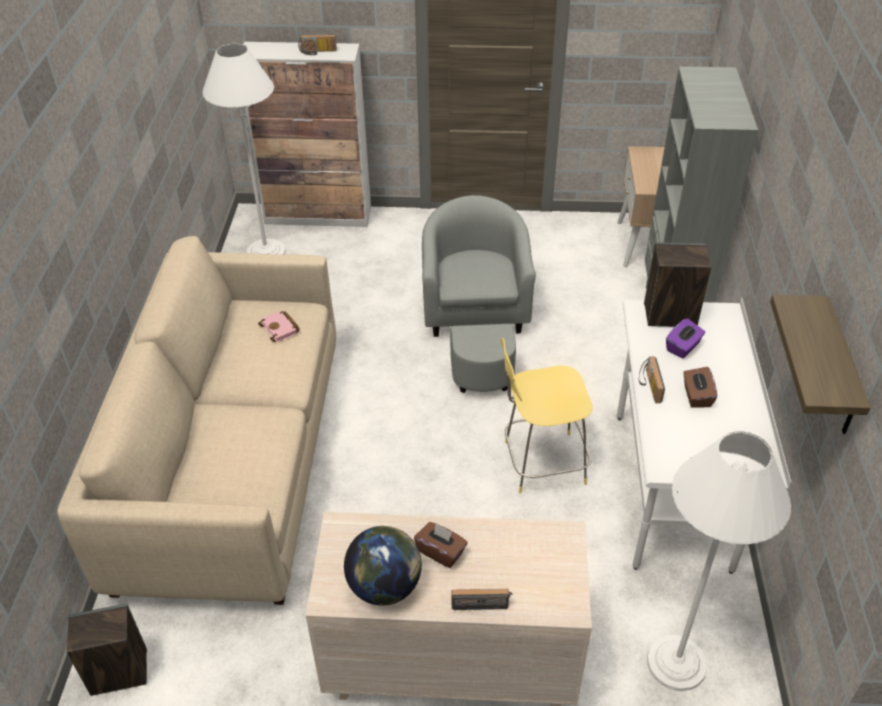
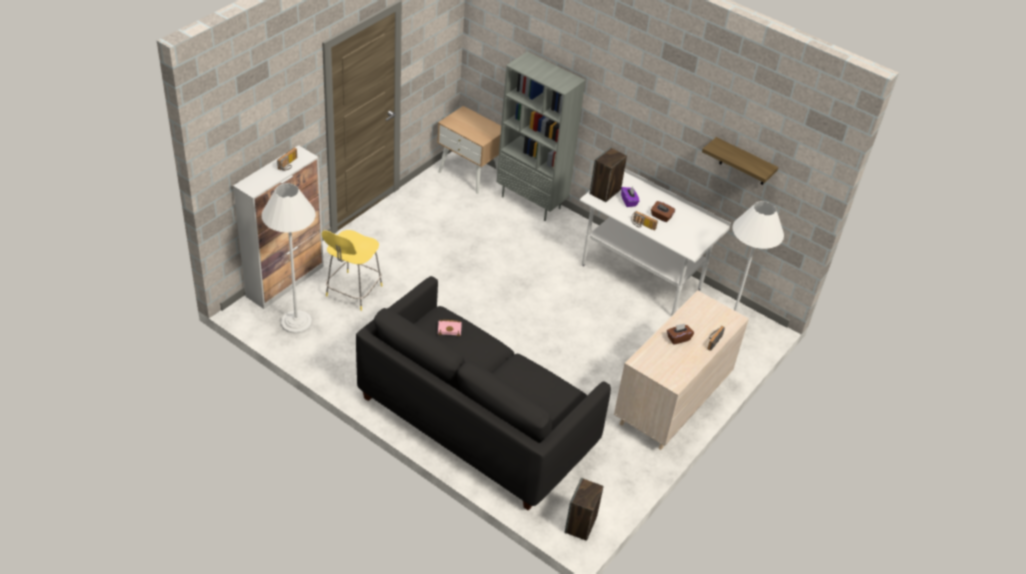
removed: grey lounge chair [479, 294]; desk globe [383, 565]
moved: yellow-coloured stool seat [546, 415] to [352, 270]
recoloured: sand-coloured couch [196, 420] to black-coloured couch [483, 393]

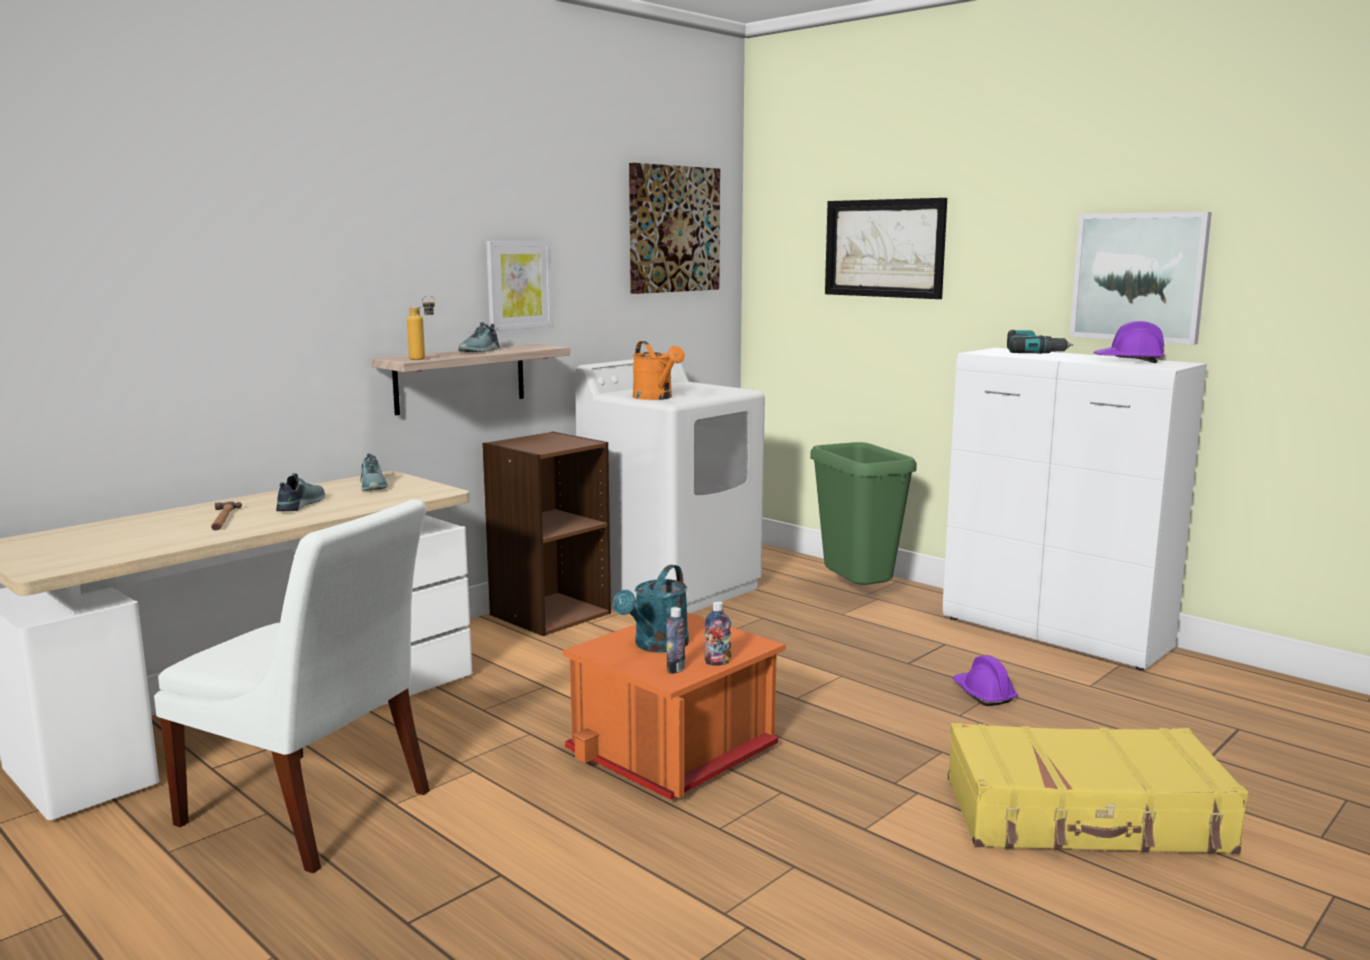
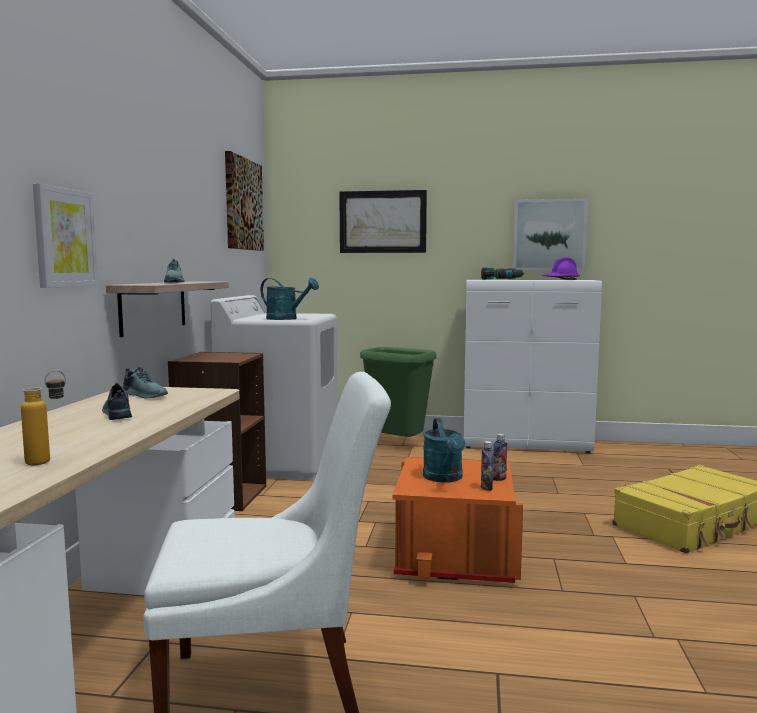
removed: hammer [226, 516]; purple-coloured work helmet [985, 680]
moved: wall art [519, 286] to [65, 235]; beverage bottle [421, 327] to [43, 418]
recoloured: orange watering can [659, 370] to turquoise-coloured watering can [289, 299]

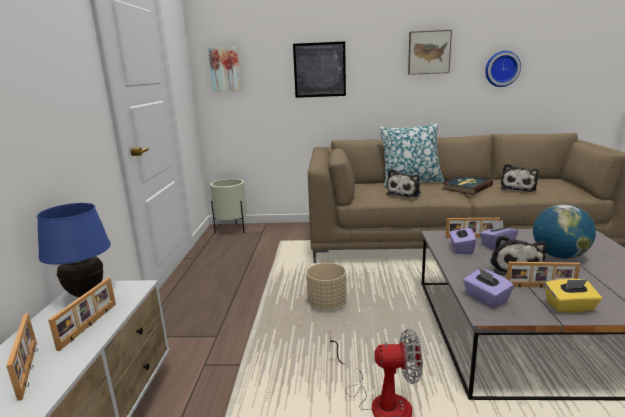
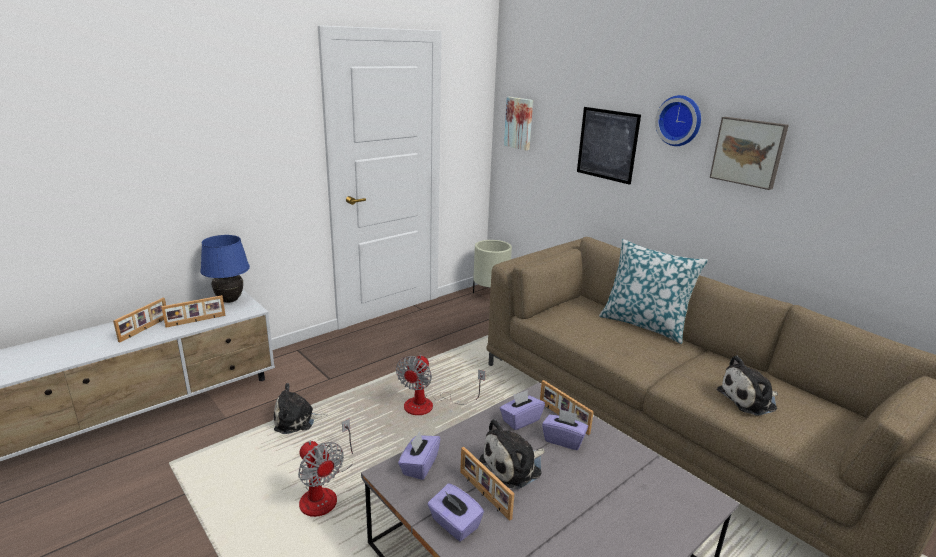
removed: book [467, 185]; desk globe [564, 231]
moved: clock on the wall [503, 69] to [678, 120]; plush toy [403, 183] to [301, 408]
replaced: sand-coloured plant pot [326, 286] to electric fan [441, 385]
recoloured: yellow-coloured tissue holder [573, 295] to purple-coloured tissue holder [456, 512]

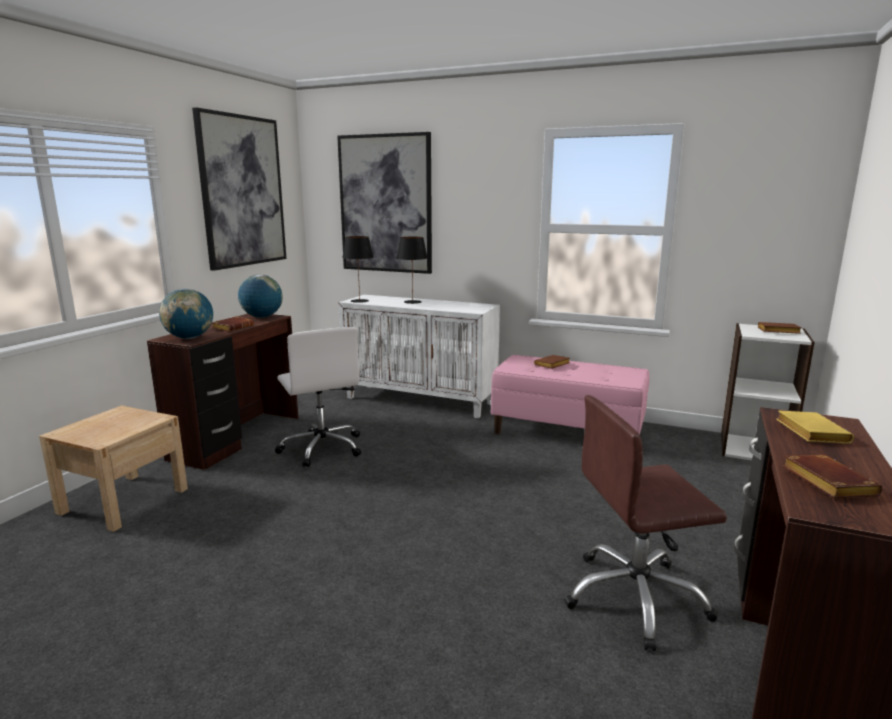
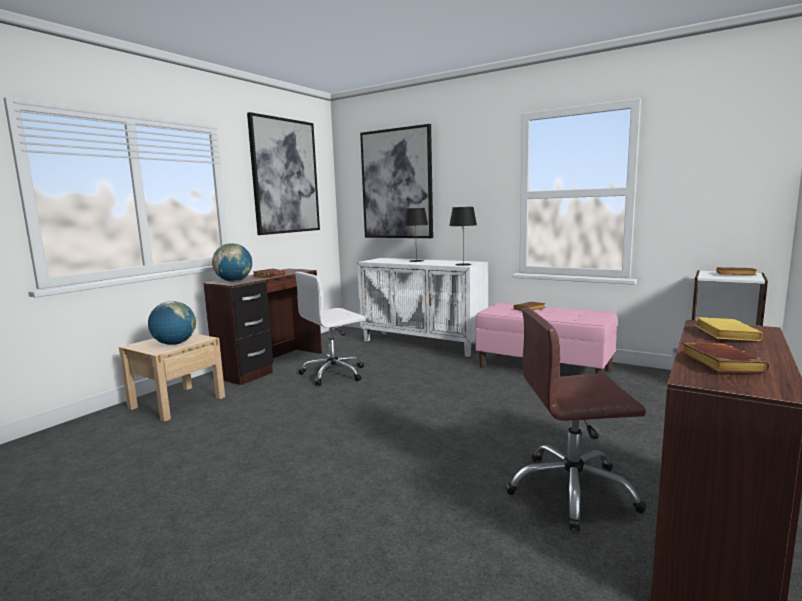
moved: black-coloured table lamp [357, 269] to [463, 236]; desk globe [260, 296] to [172, 323]
turned: white computer chair [318, 397] = [330, 329] 75 degrees clockwise

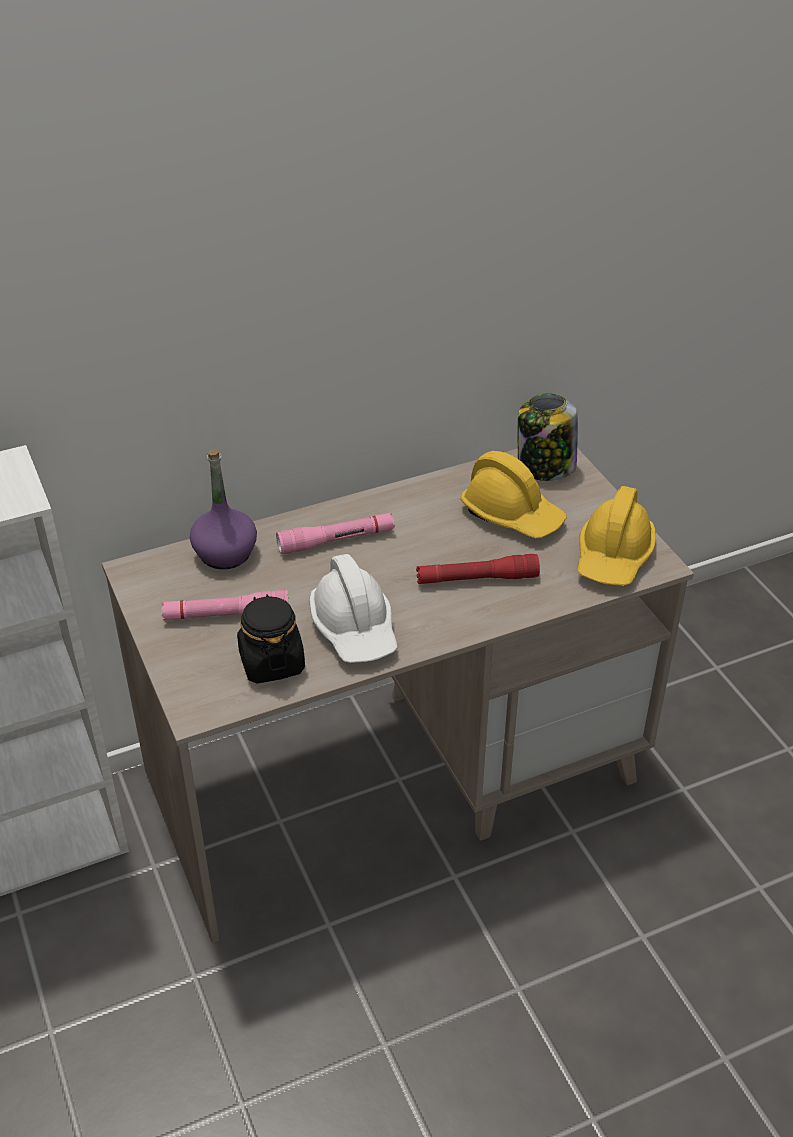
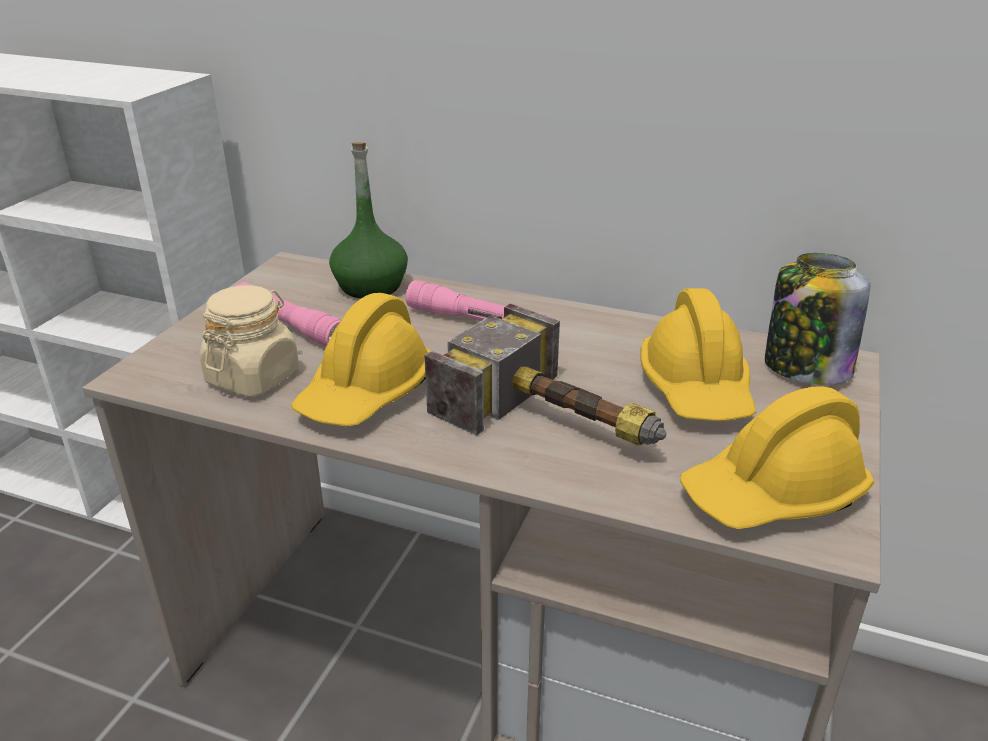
replaced: reddish flashlight [478, 569] to hammer [545, 375]
recoloured: purple-coloured beverage bottle [223, 509] to greenish beverage bottle [368, 220]; white work helmet [353, 608] to yellow-coloured work helmet [360, 359]; black-coloured preserve jar [271, 638] to sand-coloured preserve jar [249, 341]

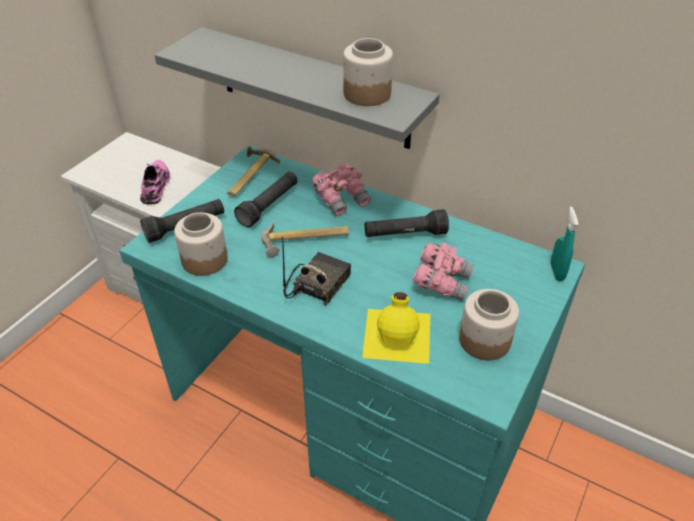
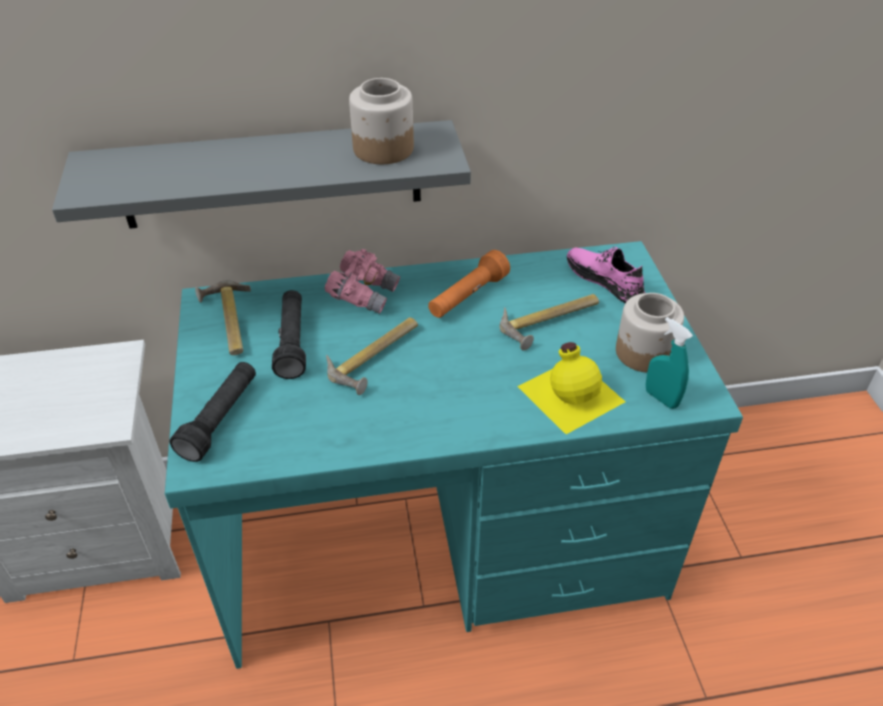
removed: preserve jar [201, 244]; radio [316, 270]
moved: pink-coloured shoe [155, 182] to [606, 274]; turquoise-coloured hand sprayer [564, 243] to [669, 363]
replaced: pink-coloured pair of binoculars [443, 272] to hammer [549, 322]
recoloured: black-coloured flashlight [407, 223] to orange flashlight [469, 284]

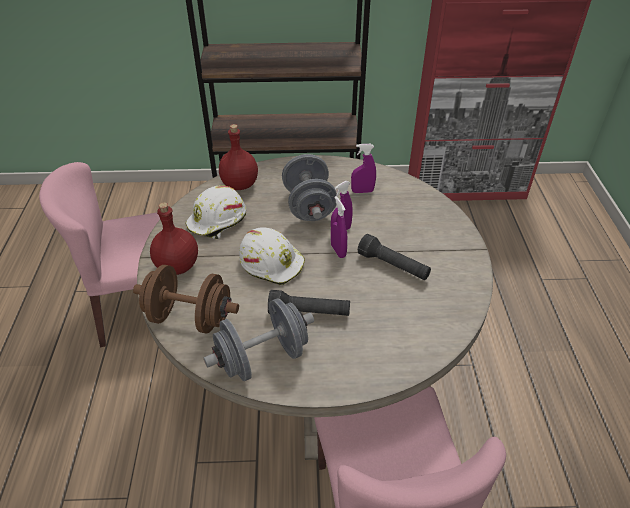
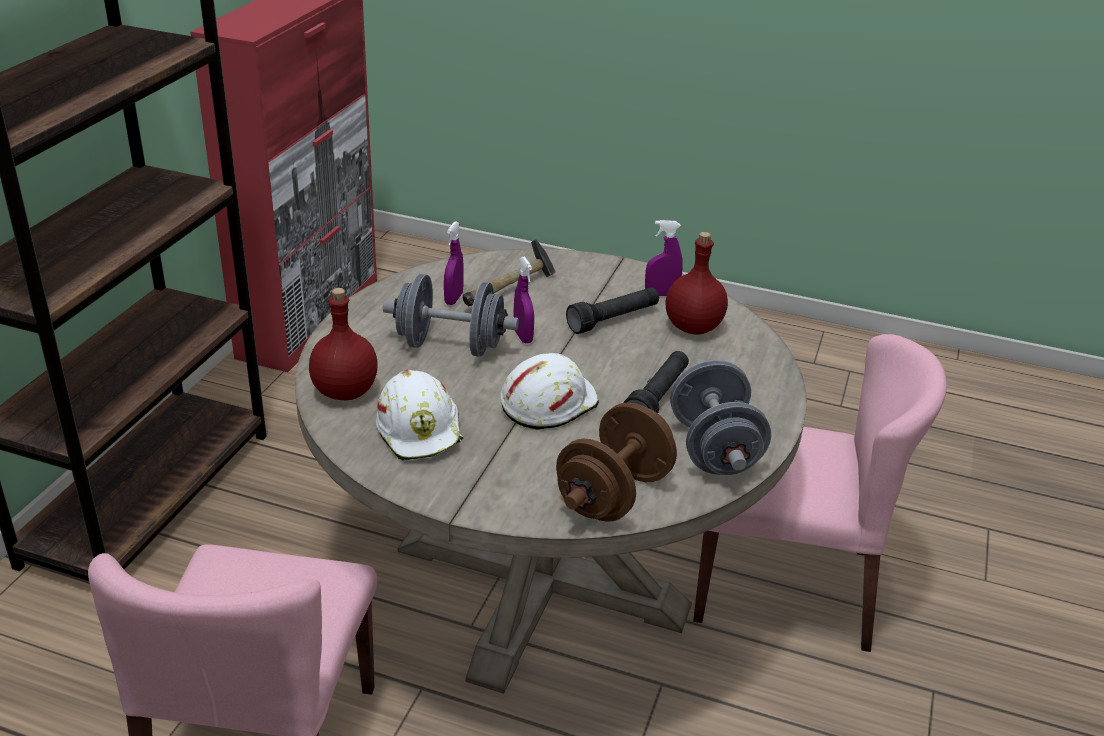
added: hammer [509, 272]
moved: purple-coloured hand sprayer [339, 227] to [664, 258]; reddish beverage bottle [174, 238] to [697, 283]

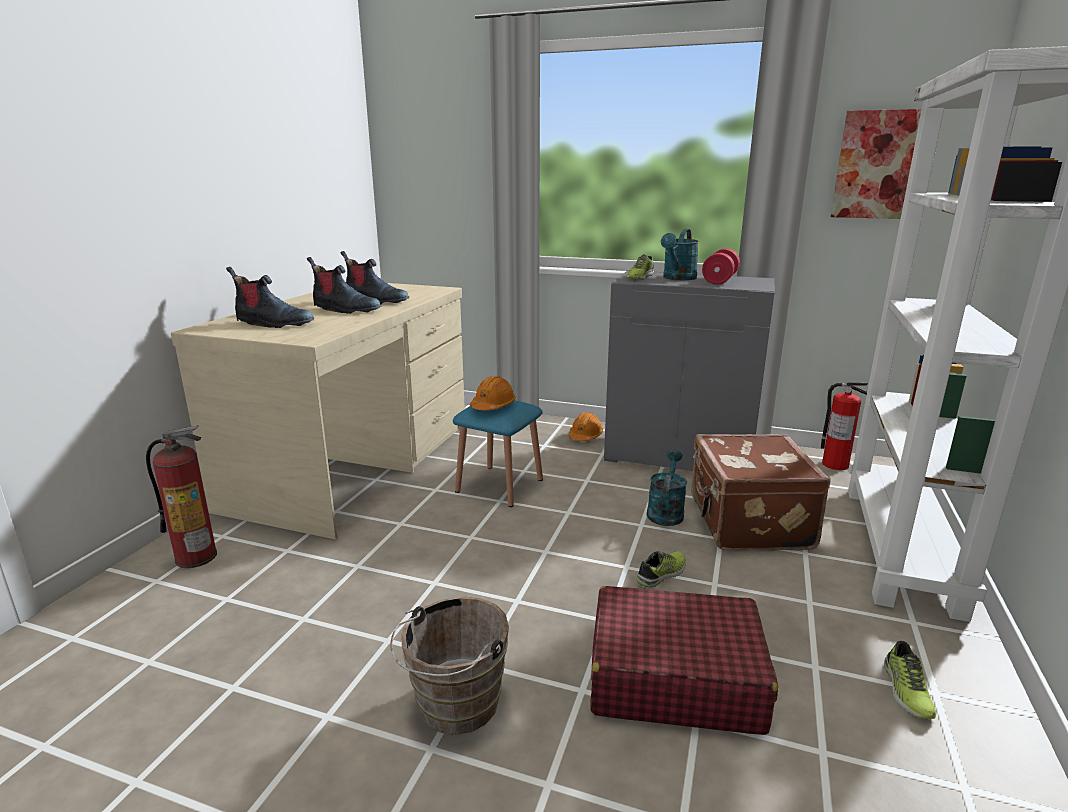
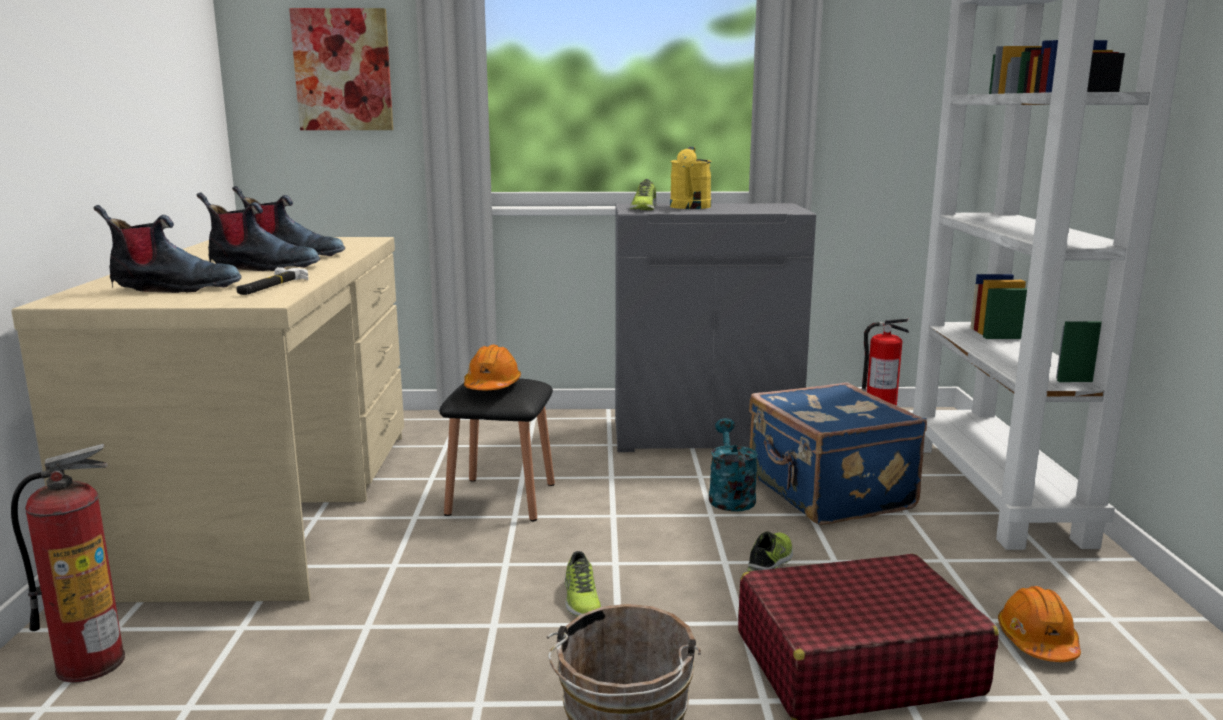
removed: reddish hand weight [721, 266]
added: hammer [272, 281]
moved: wall art [875, 164] to [341, 69]; orange work helmet [585, 427] to [1039, 624]; shoe [910, 680] to [583, 583]
recoloured: turquoise-coloured watering can [680, 254] to yellow-coloured watering can [690, 178]; blue stool seat [498, 453] to black-coloured stool seat [497, 449]; brown suitcase [760, 492] to blue suitcase [838, 453]

